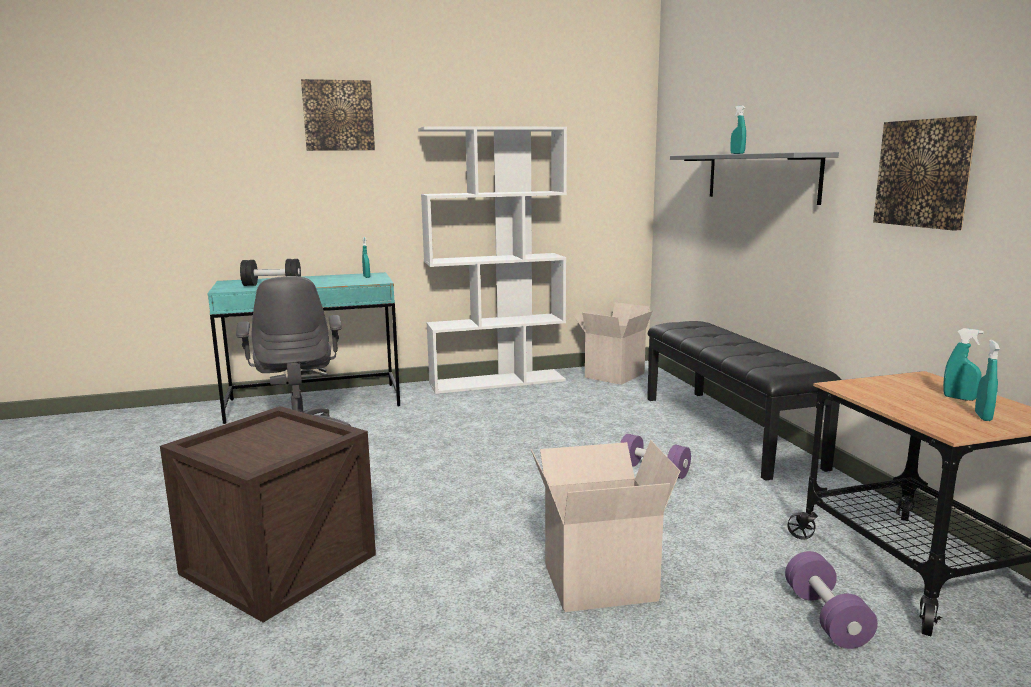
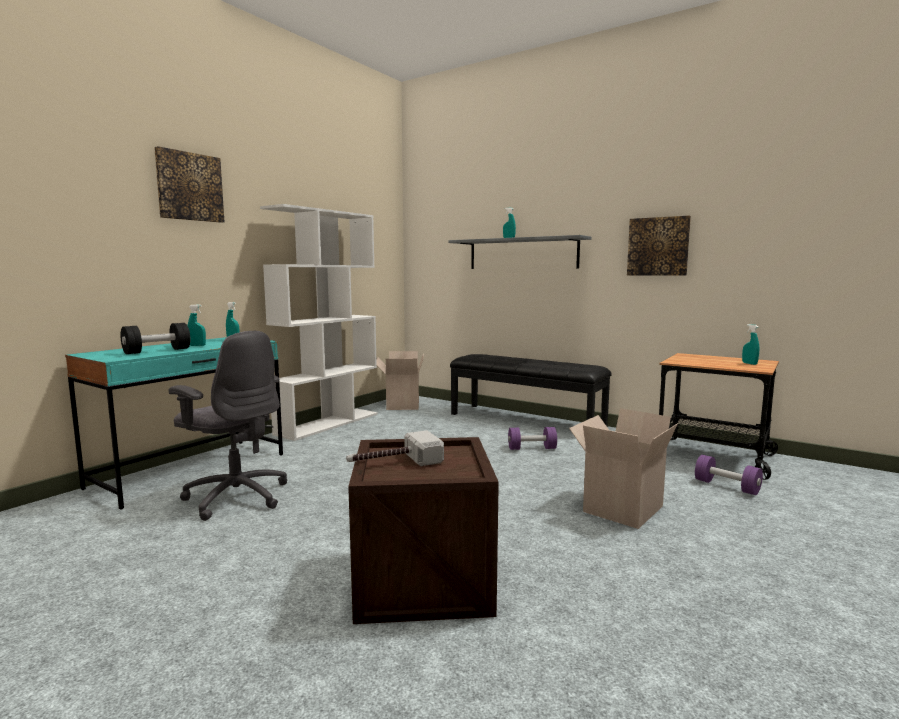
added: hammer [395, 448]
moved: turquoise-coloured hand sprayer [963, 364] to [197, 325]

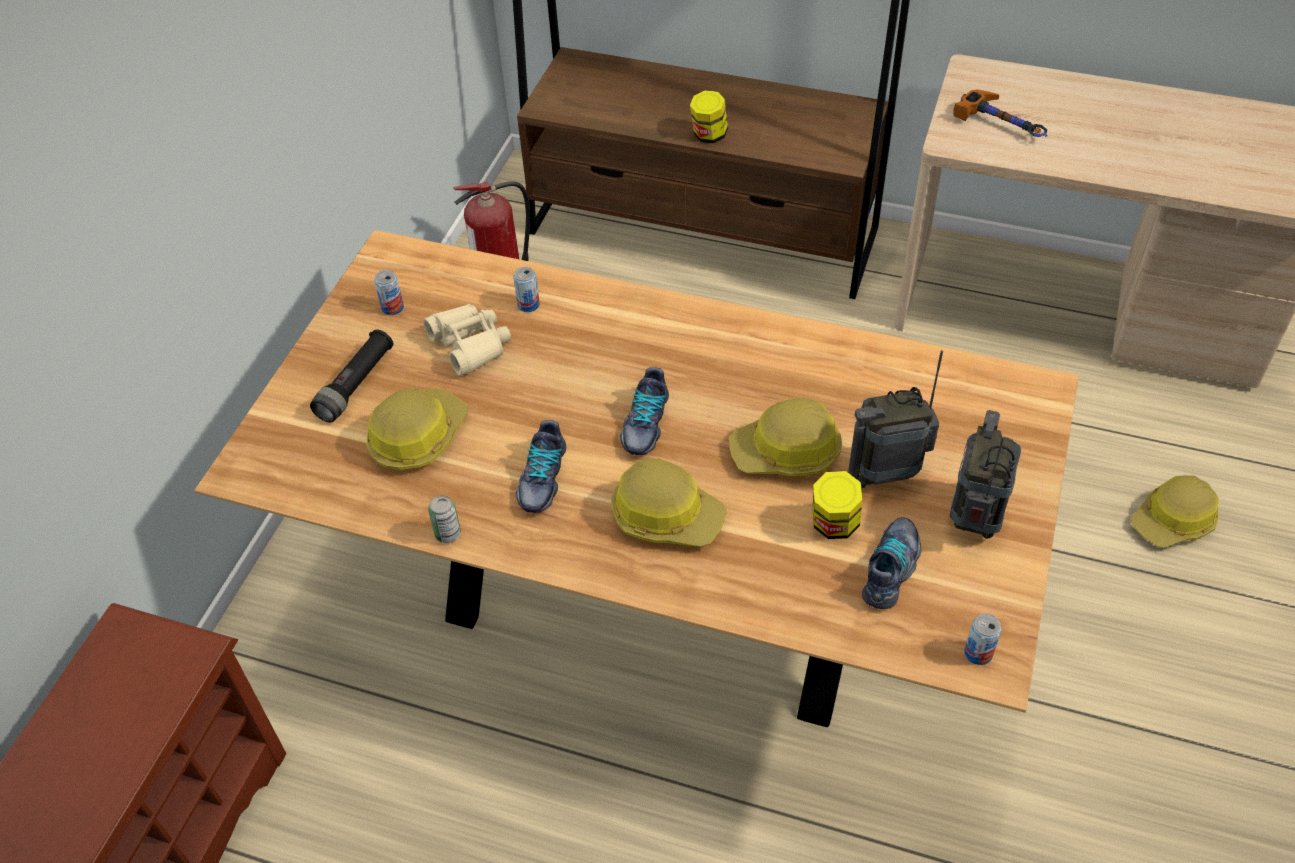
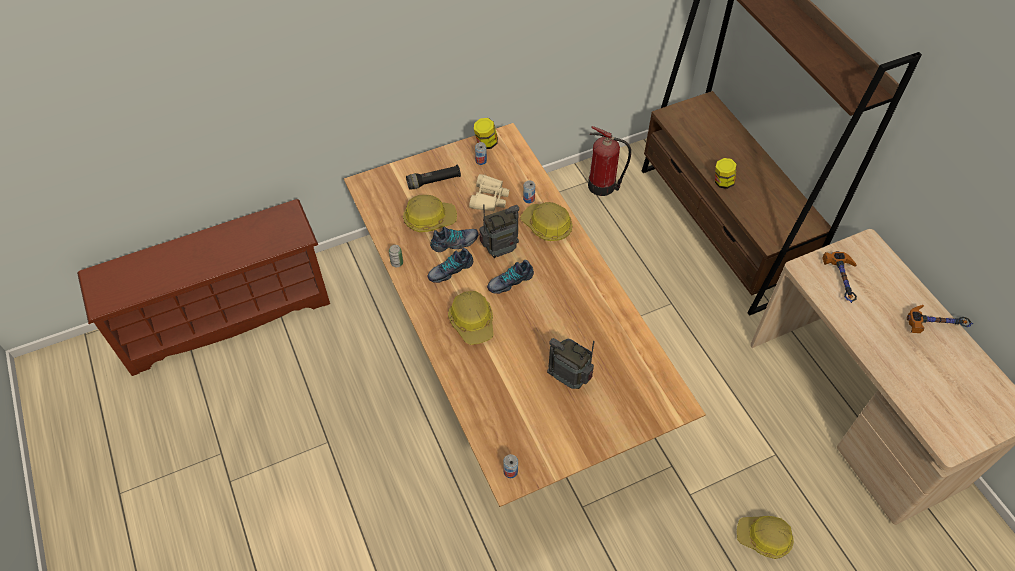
added: hammer [940, 319]
moved: work helmet [785, 436] to [546, 221]; radio [985, 474] to [499, 231]; preserve jar [837, 505] to [486, 133]; shoe [891, 563] to [454, 239]

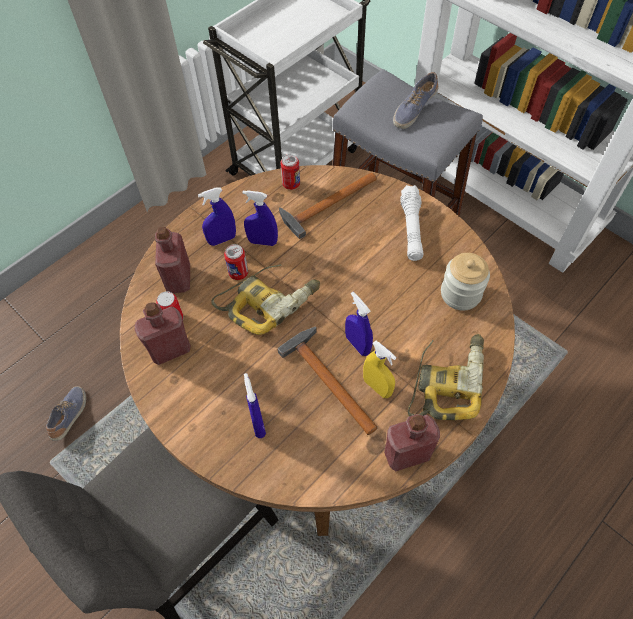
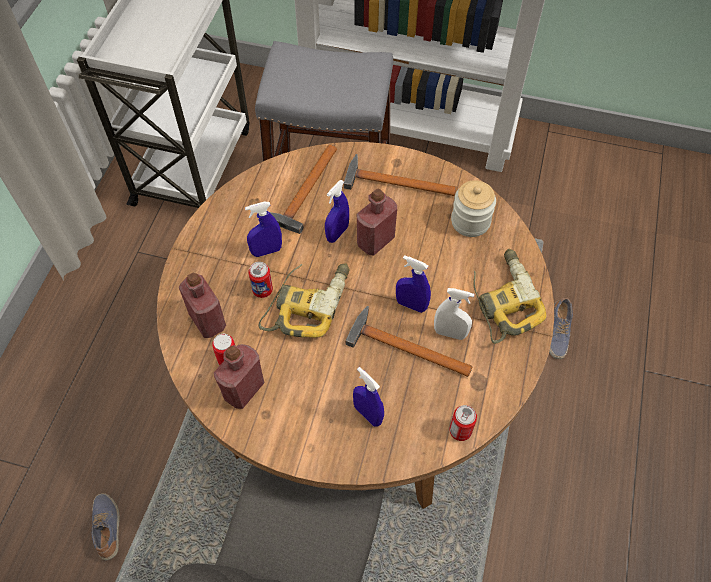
moved: shoe [415, 100] to [561, 328]; metal can [290, 172] to [463, 423]; blue hand sprayer [217, 216] to [337, 211]; reddish beverage bottle [412, 442] to [377, 222]
replaced: white flashlight [412, 223] to hammer [400, 175]
recoloured: yellow-coloured hand sprayer [379, 369] to white hand sprayer [454, 314]

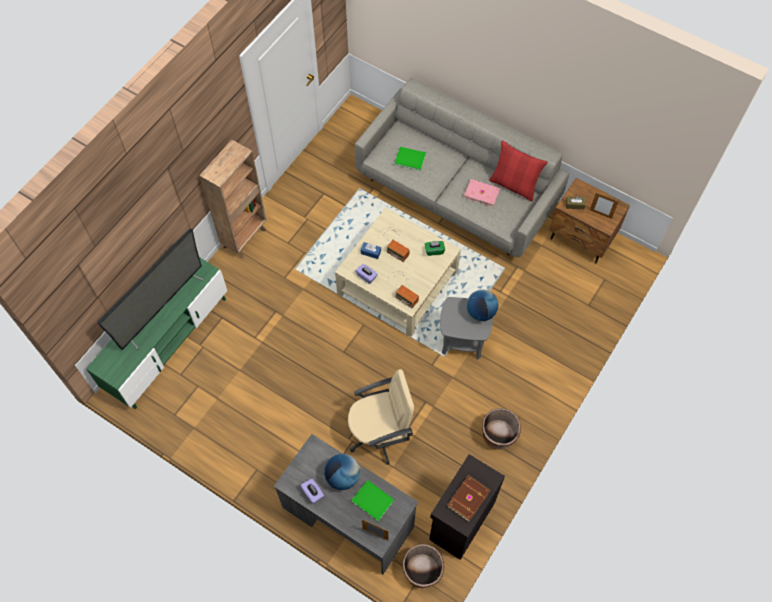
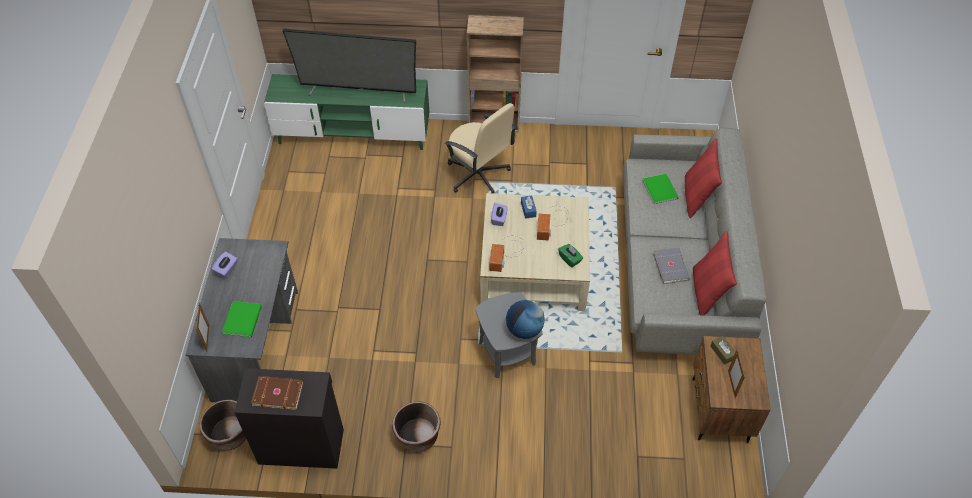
removed: desk globe [342, 472]
added: reddish throw pillow [703, 178]
moved: sand-coloured computer chair [381, 417] to [480, 148]
recoloured: pink-coloured book [482, 193] to grey book [671, 266]

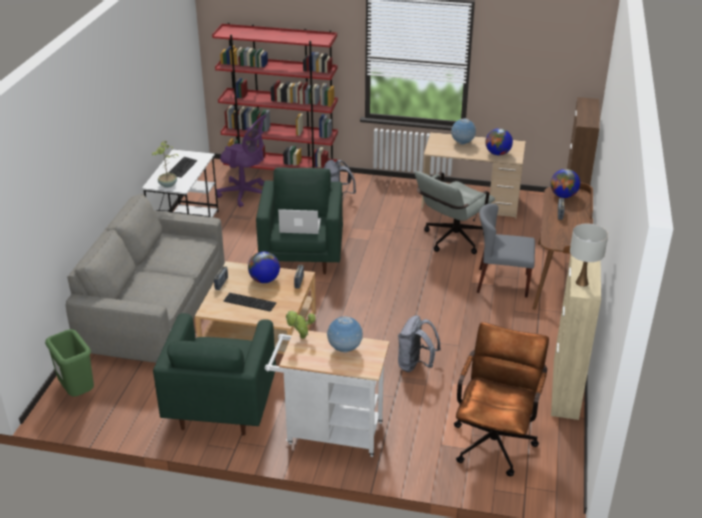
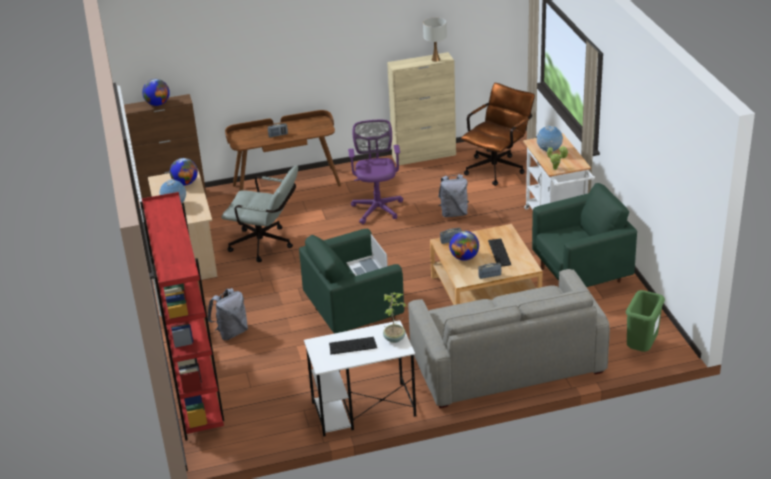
removed: grey plain chair [506, 250]
moved: purple-coloured computer chair [241, 161] to [375, 172]; desk globe [565, 183] to [156, 92]
turned: brown computer chair [501, 399] = [498, 134] 135 degrees clockwise

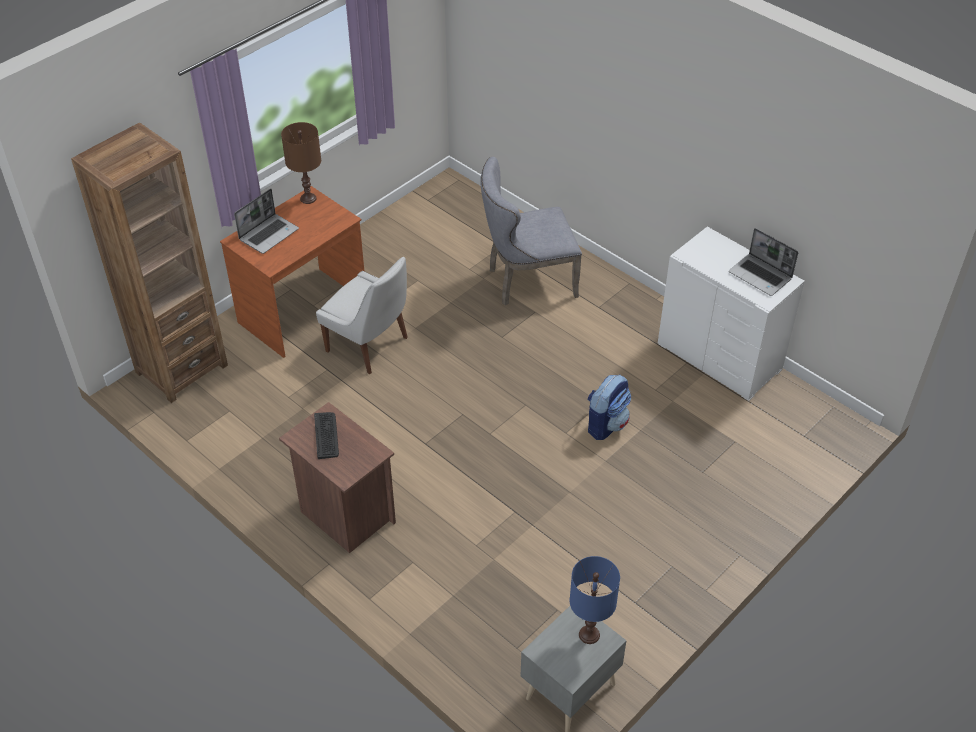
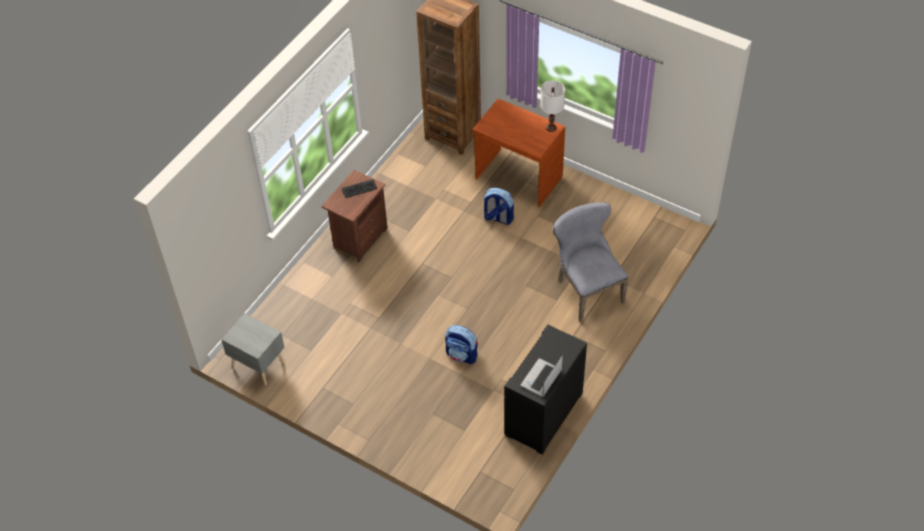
removed: portable computer [266, 221]; blue table lamp [595, 600]
replaced: white plain chair [361, 315] to rucksack [499, 206]
recoloured: brown table lamp [301, 163] to white table lamp [552, 106]; white dresser [731, 314] to black-coloured dresser [545, 390]

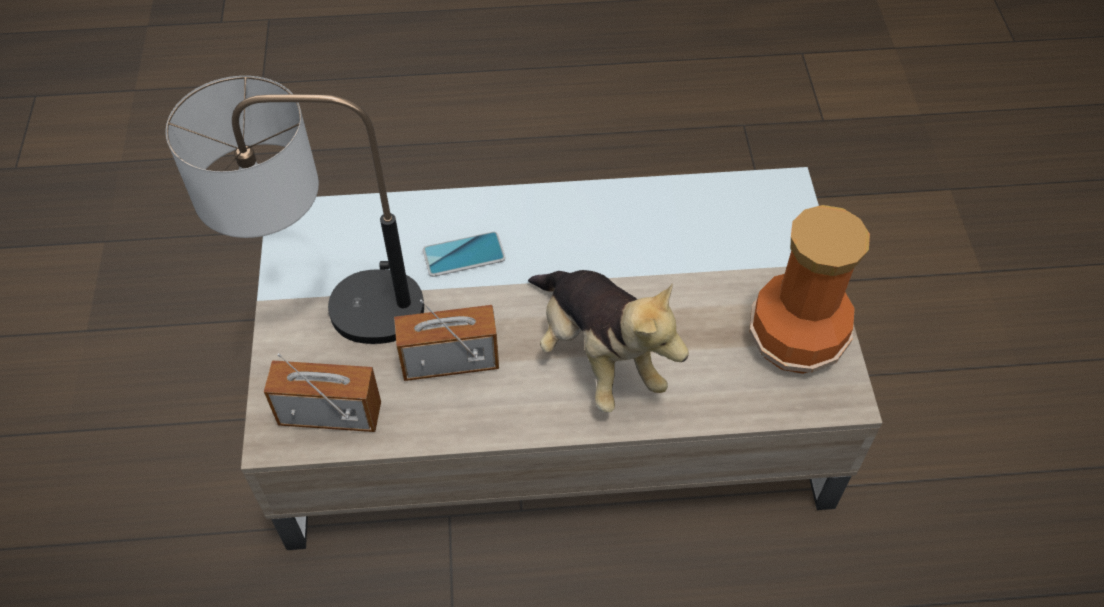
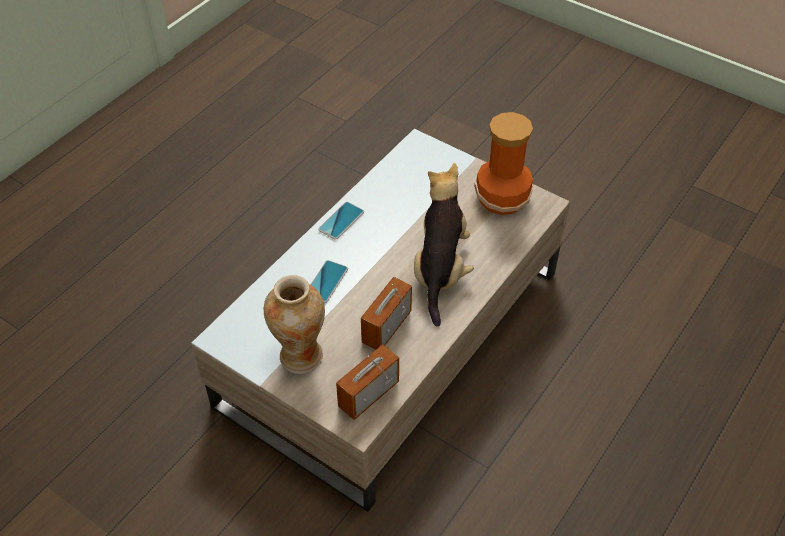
added: telephone [341, 221]
replaced: table lamp [295, 210] to flower vase [294, 324]
turned: plush toy [608, 341] = [444, 244] 90 degrees counterclockwise

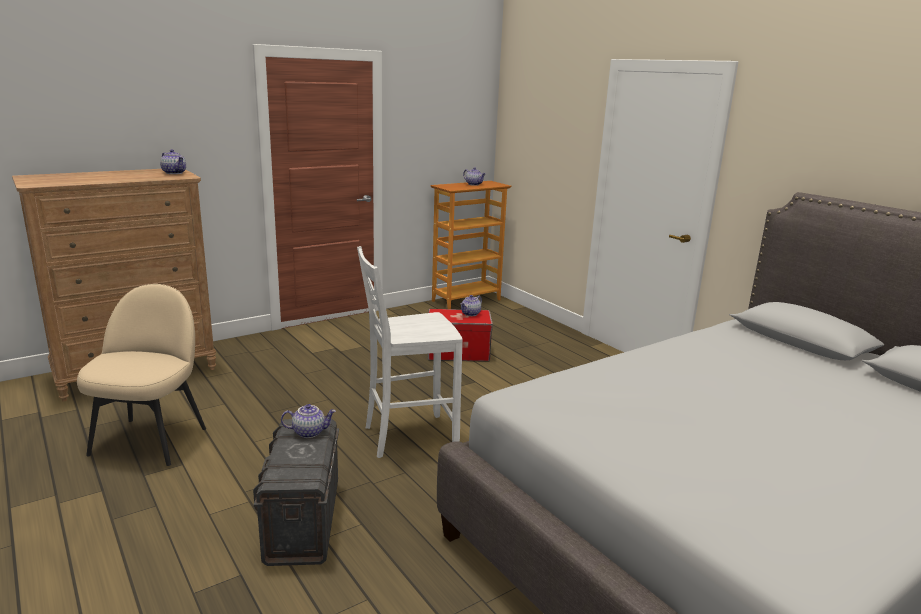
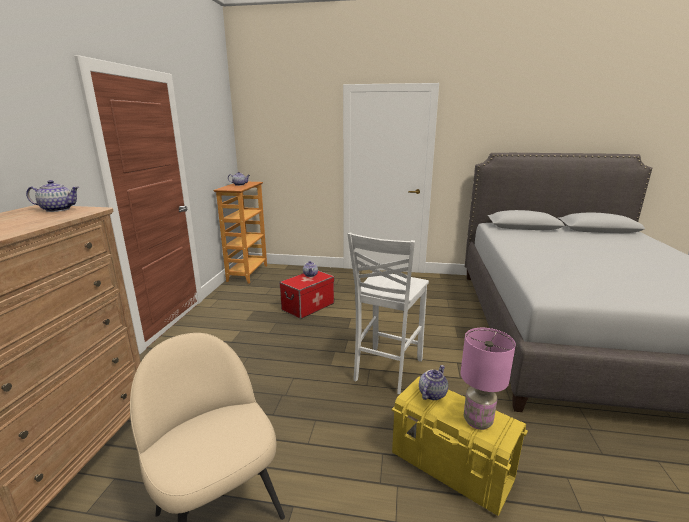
added: pink-coloured table lamp [488, 379]
recoloured: grey storage container [296, 492] to yellow-coloured storage container [460, 446]

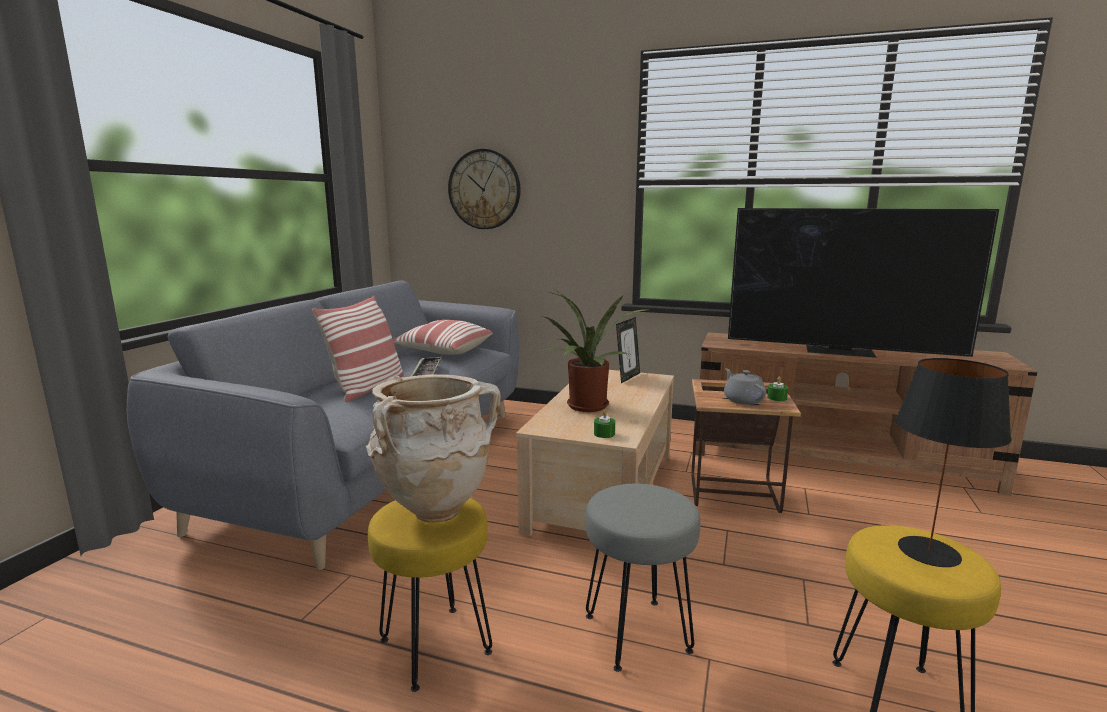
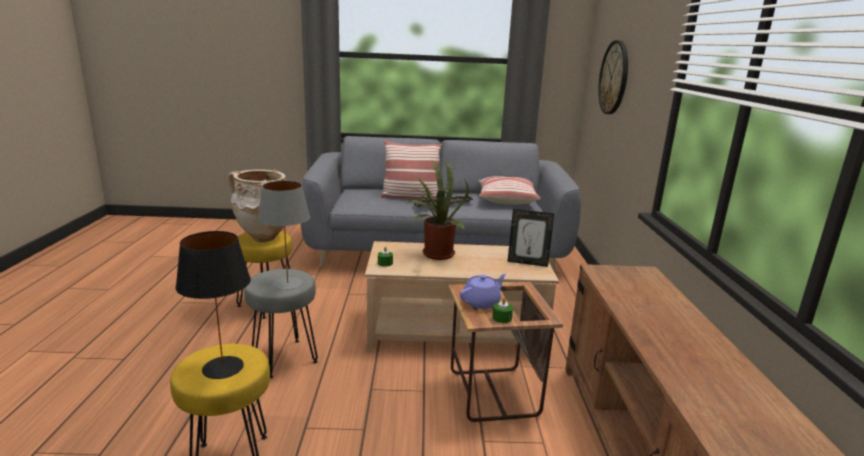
removed: TV set [863, 283]
added: grey table lamp [283, 235]
recoloured: grey teapot [745, 386] to purple-coloured teapot [483, 291]

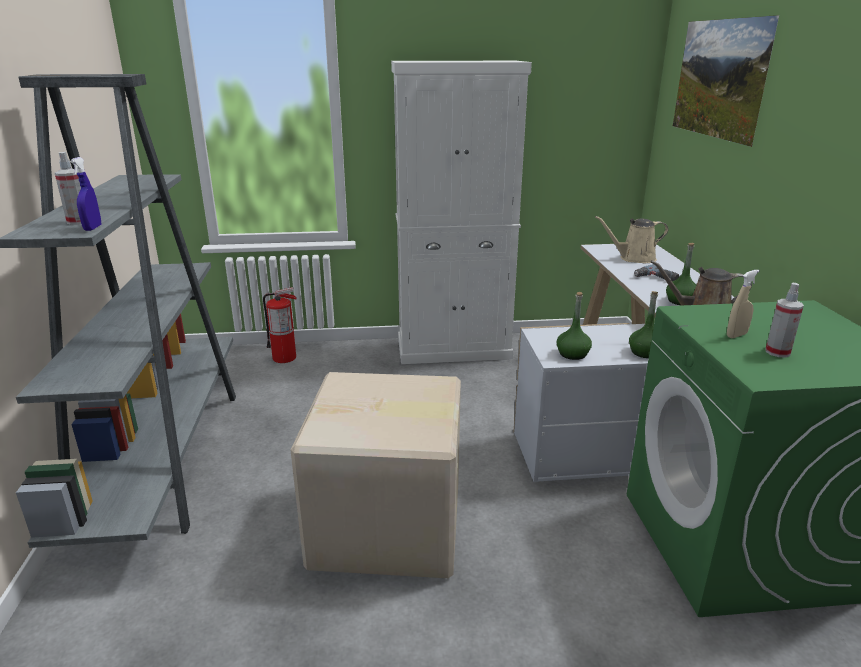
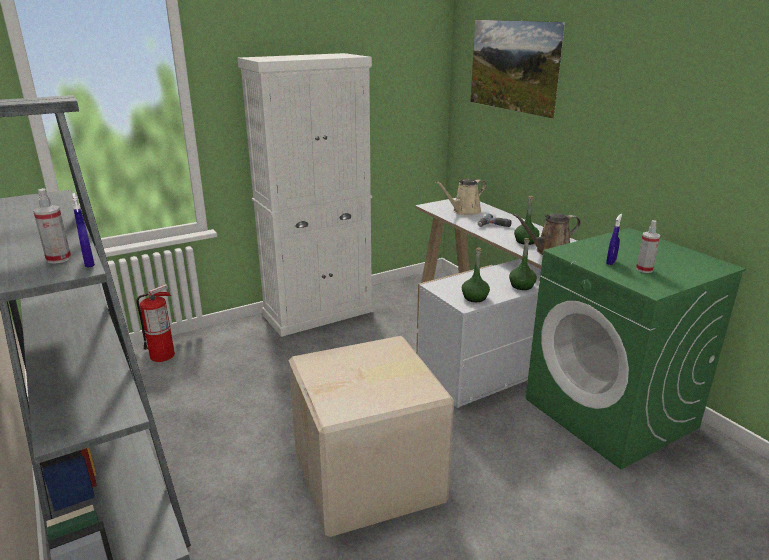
recoloured: sand-coloured hand sprayer [743, 304] to blue hand sprayer [614, 239]

